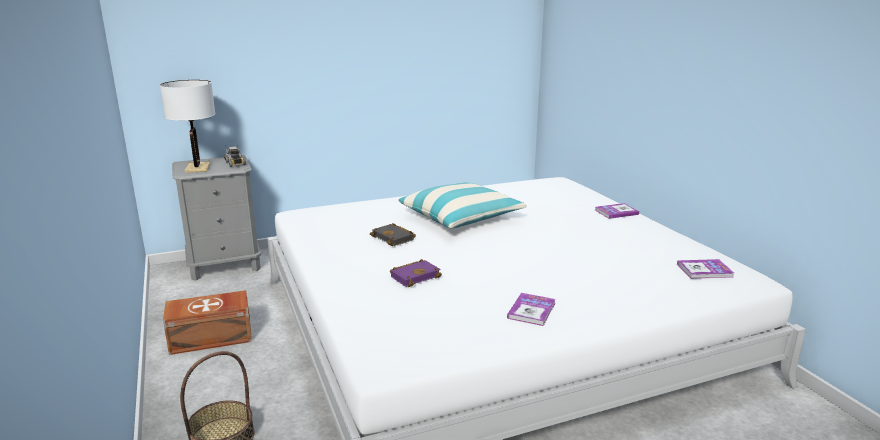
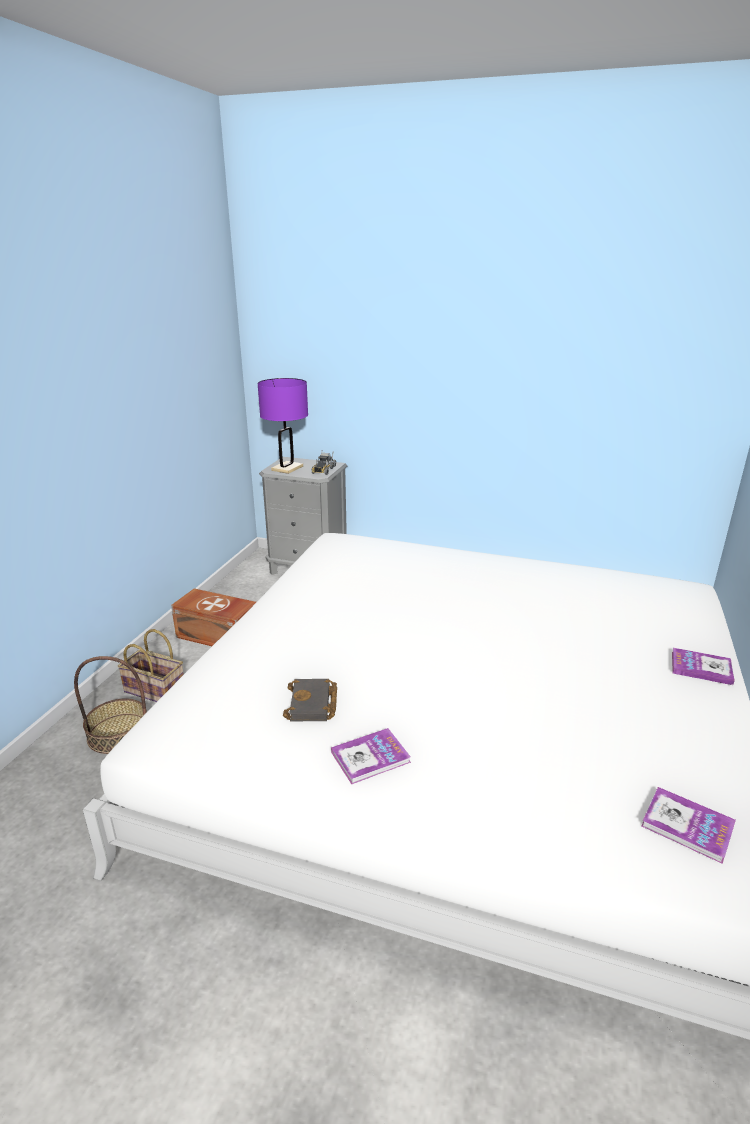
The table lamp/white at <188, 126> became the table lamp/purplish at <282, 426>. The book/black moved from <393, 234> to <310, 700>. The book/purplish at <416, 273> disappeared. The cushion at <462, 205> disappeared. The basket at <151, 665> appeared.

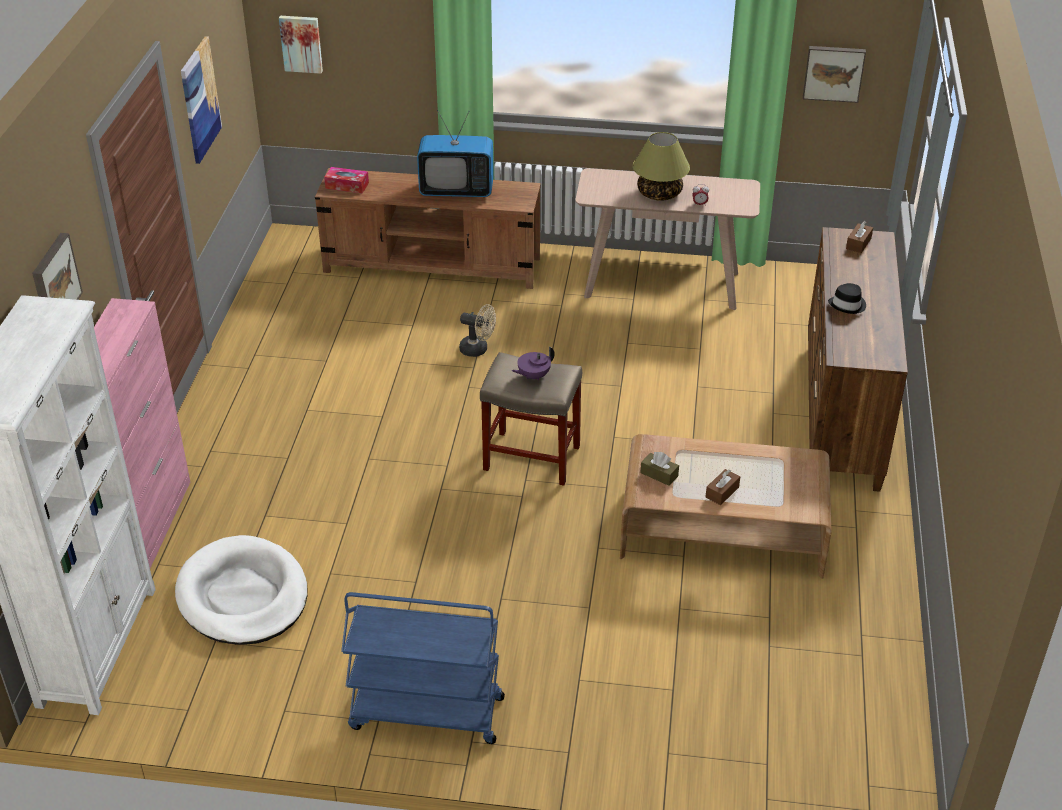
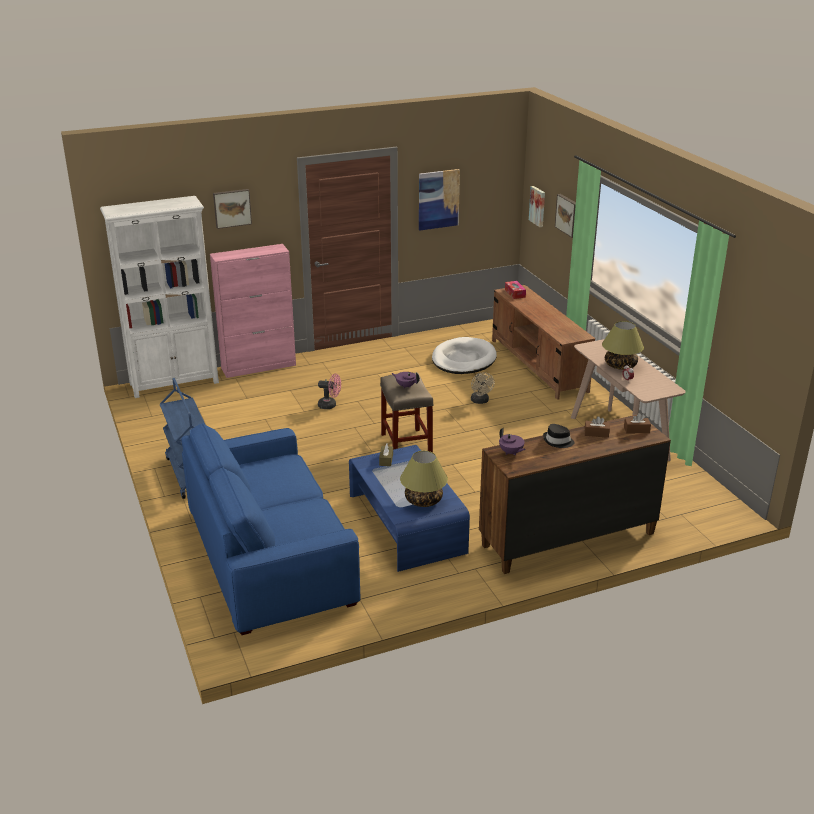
The pet bed/white moved from <241, 590> to <464, 355>. The television at <455, 153> disappeared. The low table/brown at <725, 506> became the low table/blue-coloured at <409, 508>. The tissue holder/brown moved from <723, 487> to <597, 427>. The picture moved from <834, 74> to <565, 216>. The sofa/blue-coloured at <270, 529> appeared. The fan/pink at <329, 391> appeared. The table lamp at <424, 479> appeared. The tea pot/purplish at <512, 442> appeared.

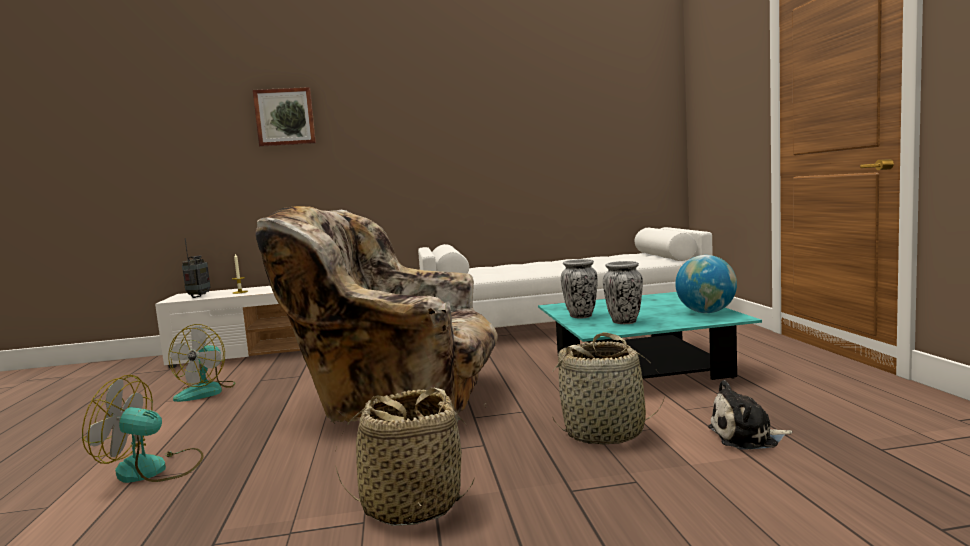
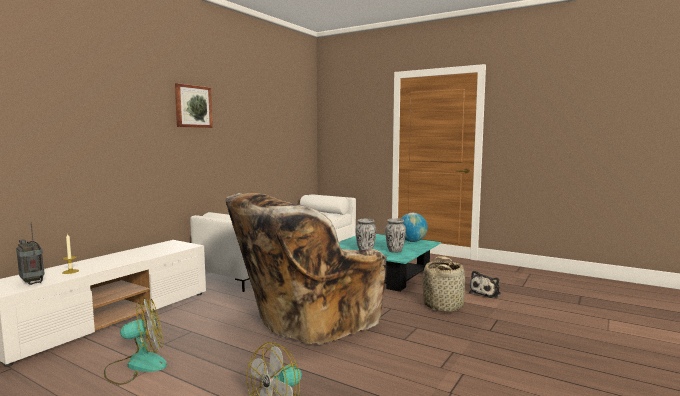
The fan at <202, 363> turned 75 degrees counterclockwise. The picture moved from <284, 117> to <194, 105>. The basket at <404, 457> disappeared.

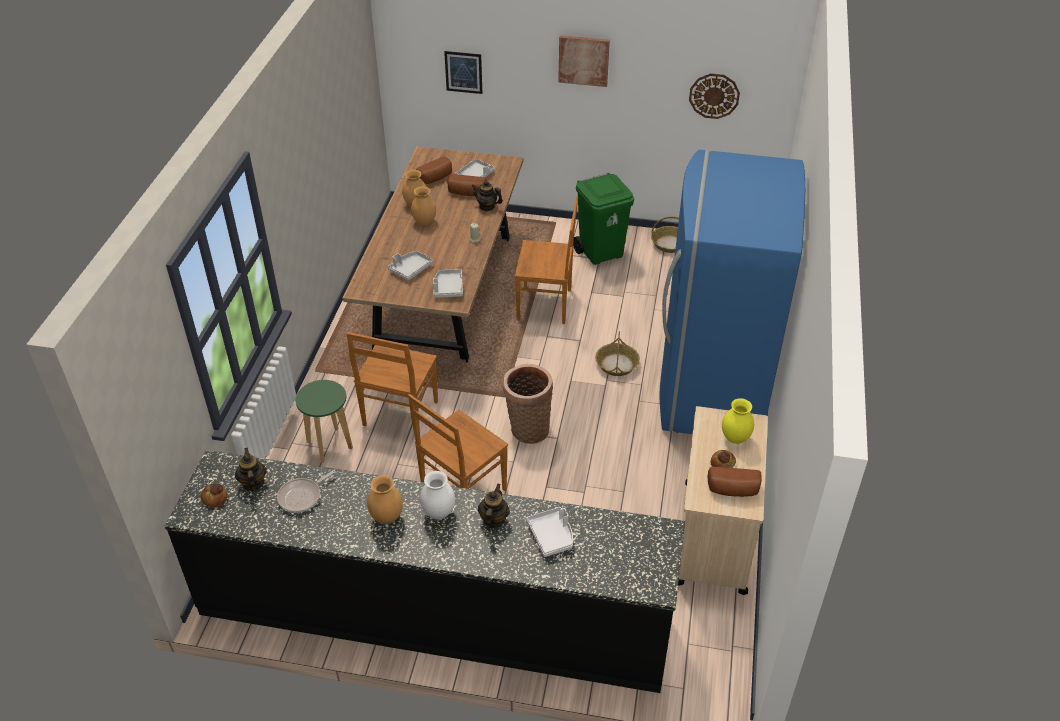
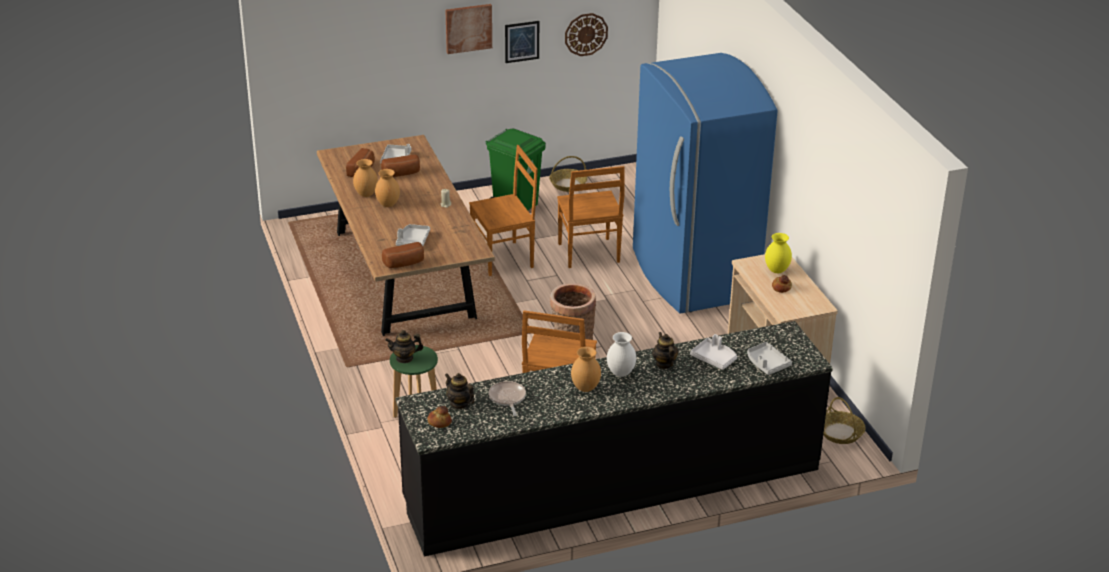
The pan at <306, 491> turned 150 degrees clockwise. The plain chair/brown moved from <392, 383> to <591, 217>. The carrying tray/greyish moved from <448, 283> to <769, 358>. The picture moved from <463, 72> to <522, 42>. The tea pot moved from <487, 196> to <404, 346>. The basket moved from <617, 353> to <844, 420>. The bakery bread moved from <734, 482> to <403, 255>.

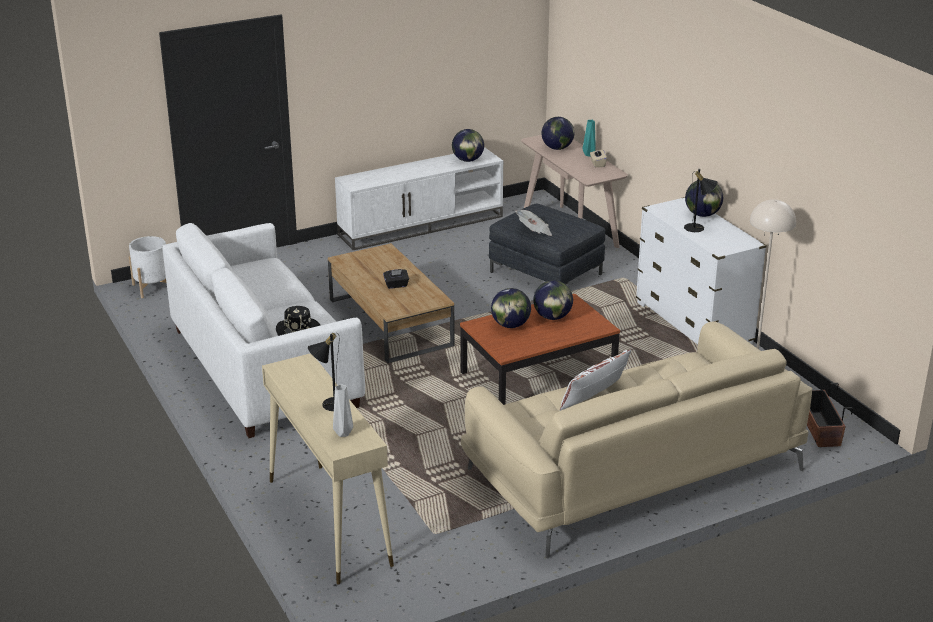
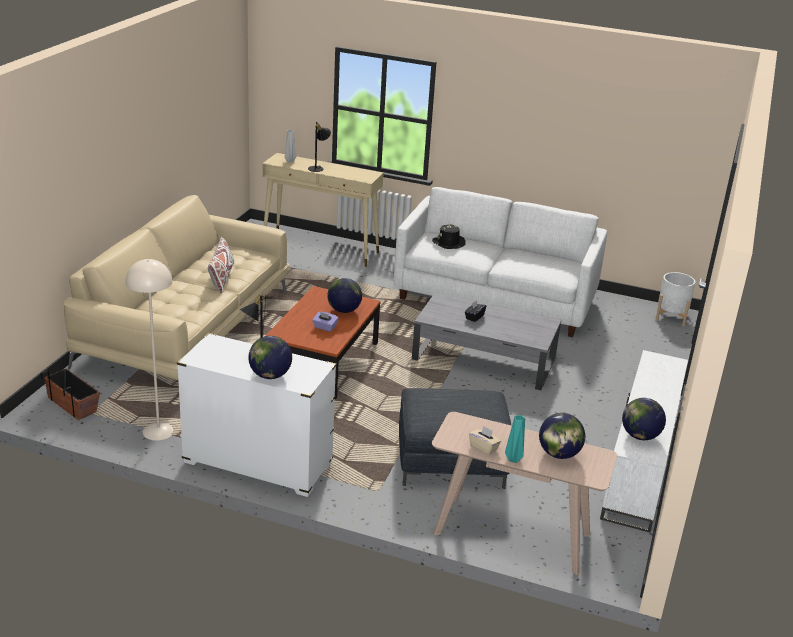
The low table/brown at <391, 303> became the low table/greyish at <486, 341>. The newspaper at <534, 223> disappeared. The desk globe at <553, 300> was replaced by the tissue holder/purplish at <325, 322>.

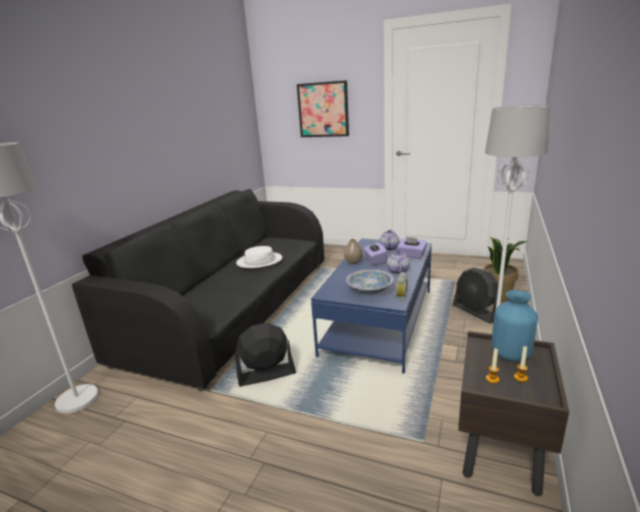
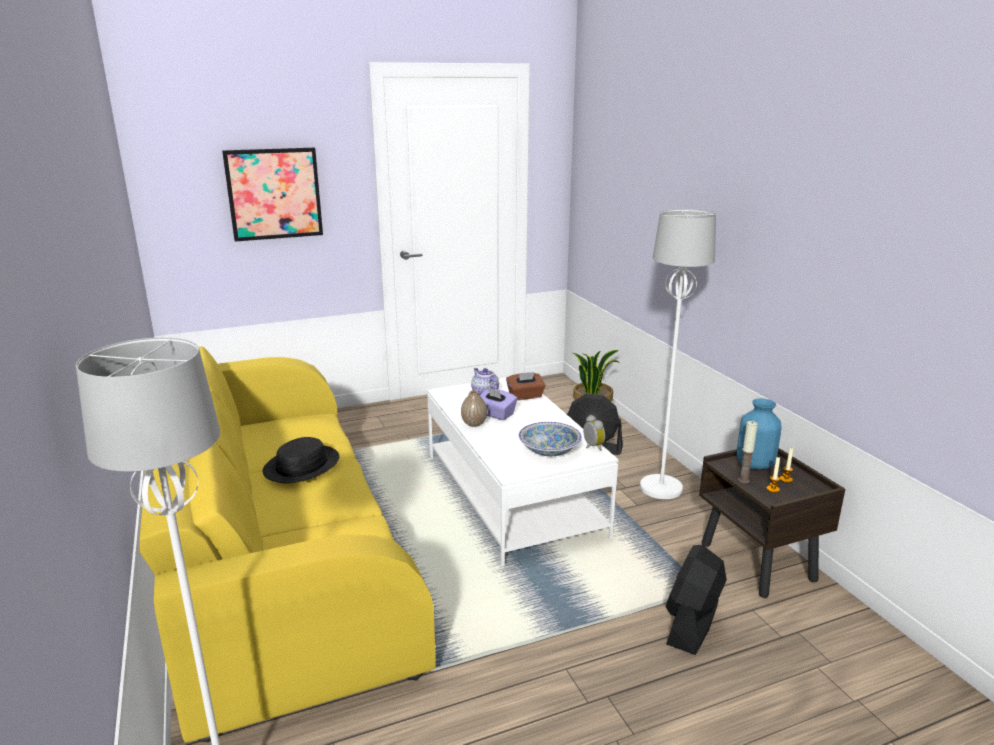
The sofa/black at <198, 290> became the sofa/yellow at <287, 544>. The fan/black moved from <265, 355> to <696, 600>. The wearable hat/white at <259, 257> became the wearable hat/black at <301, 460>. The low table/blue-coloured at <371, 306> became the low table/white at <523, 472>. The tea pot at <398, 262> disappeared. The tissue holder/purplish at <412, 248> became the tissue holder/brown at <525, 386>. The wax candle at <748, 452> appeared.

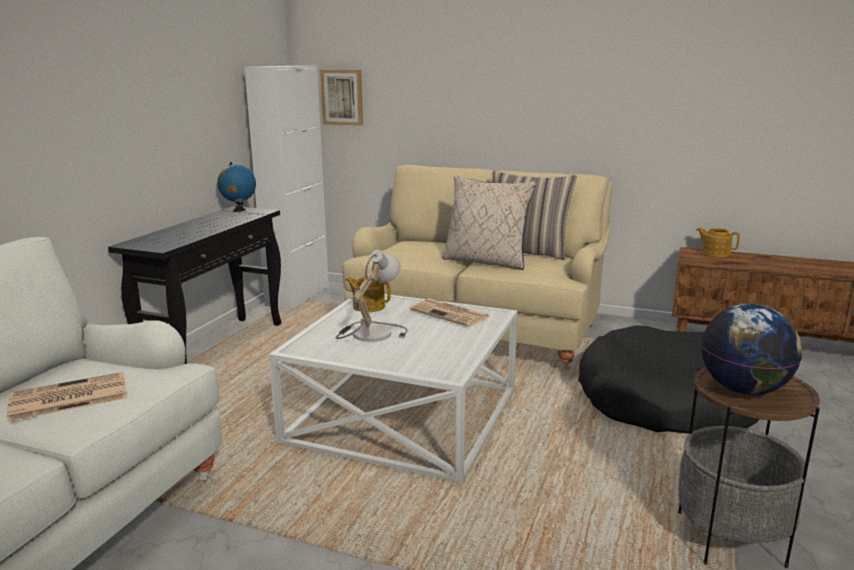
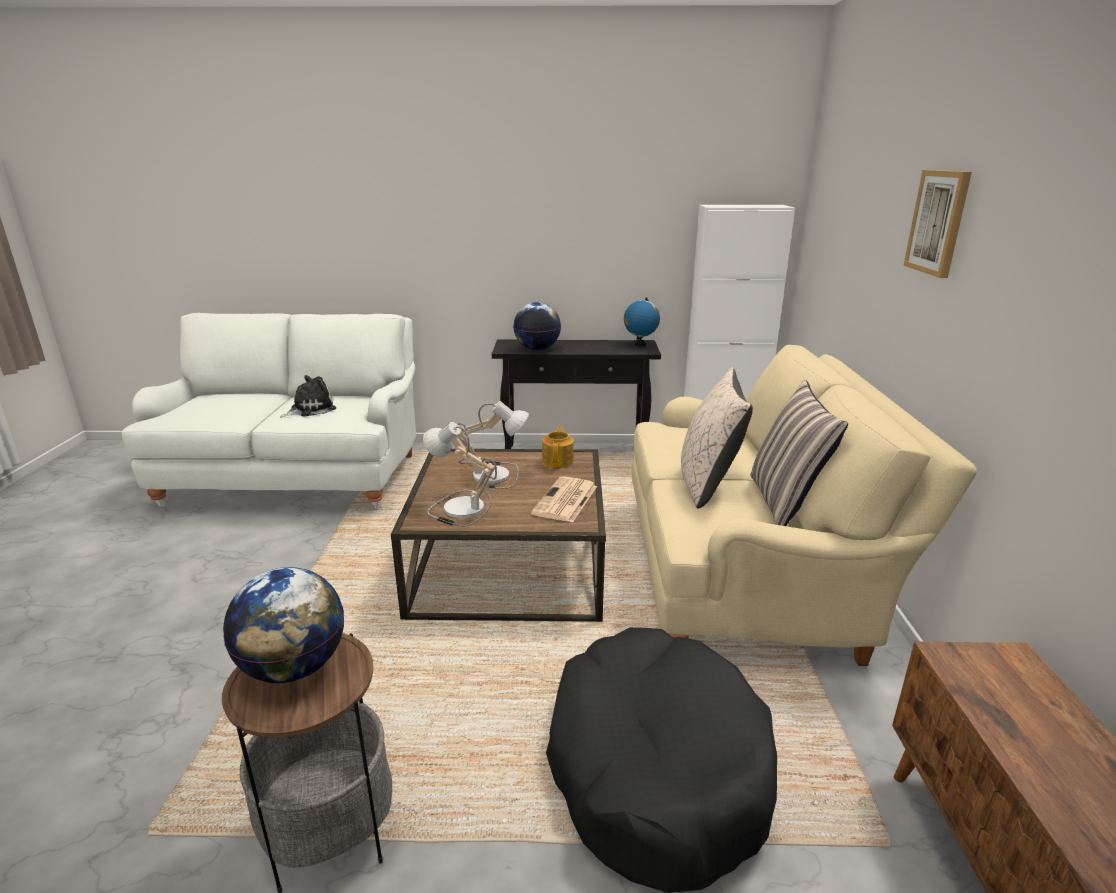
The newspaper at <67, 397> was replaced by the soft toy at <308, 396>. The low table/white at <393, 388> became the low table/brown at <498, 535>. The picture moved from <341, 98> to <937, 224>. The tea pot at <718, 242> disappeared. The table lamp at <460, 474> appeared. The desk globe at <537, 326> appeared.

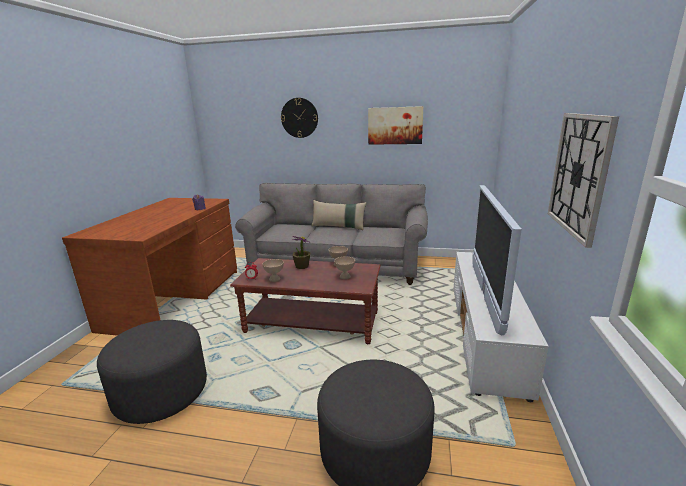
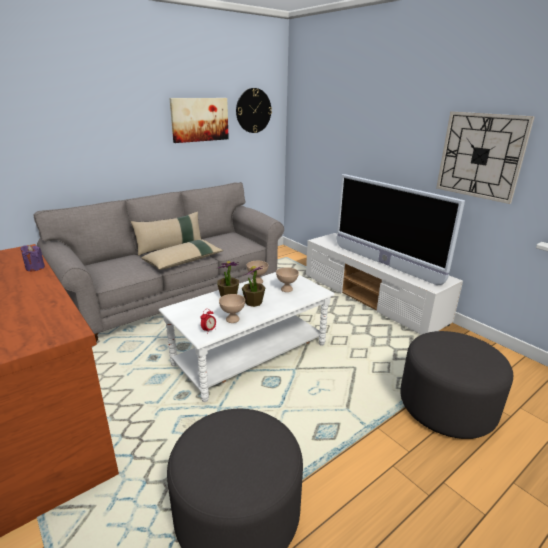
The low table/brown at <305, 301> became the low table/white at <247, 337>. The hanging clock moved from <299, 118> to <254, 110>. The cushion/sand-coloured at <182, 255> appeared. The plant in a pot at <253, 286> appeared.

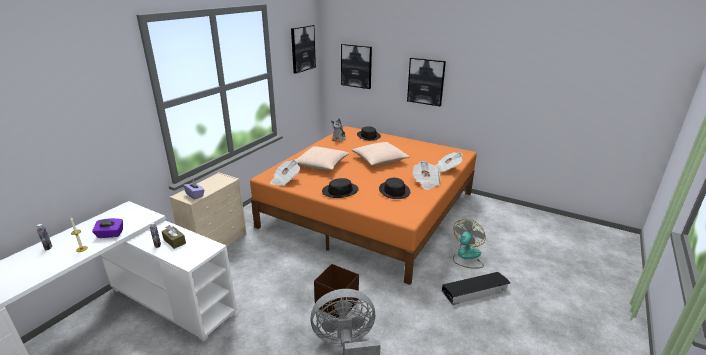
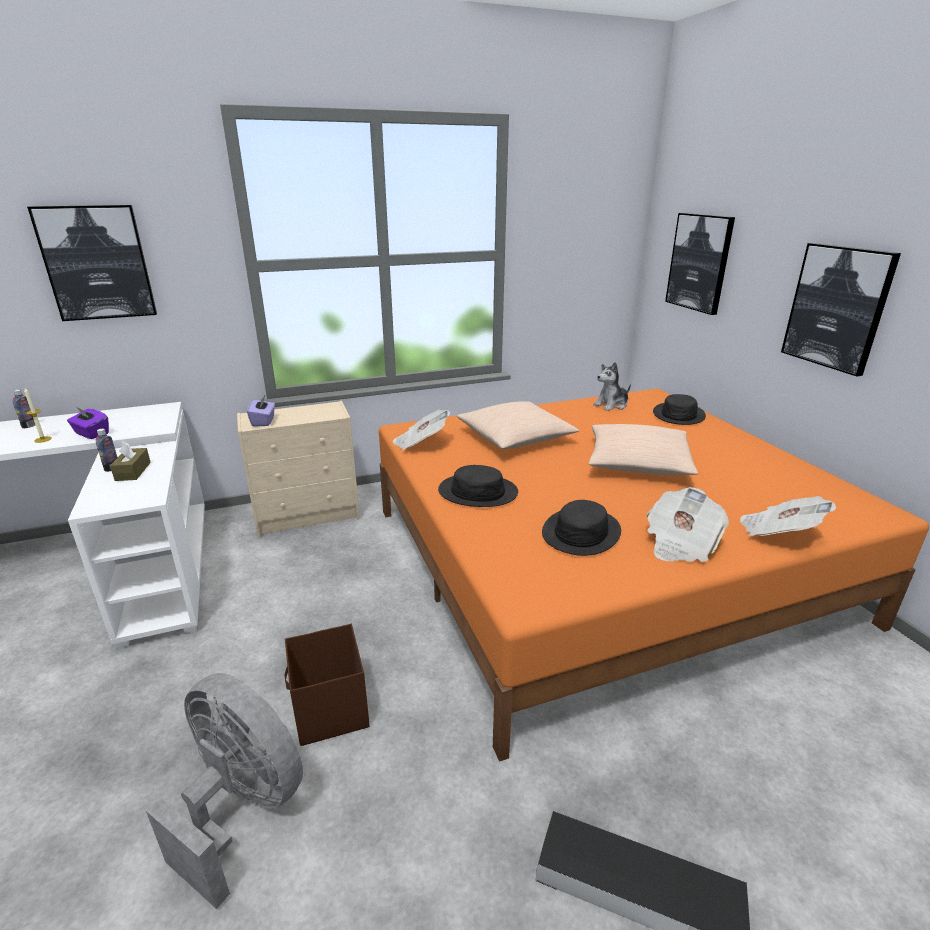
The picture moved from <303, 49> to <92, 263>. The fan at <469, 244> disappeared.

